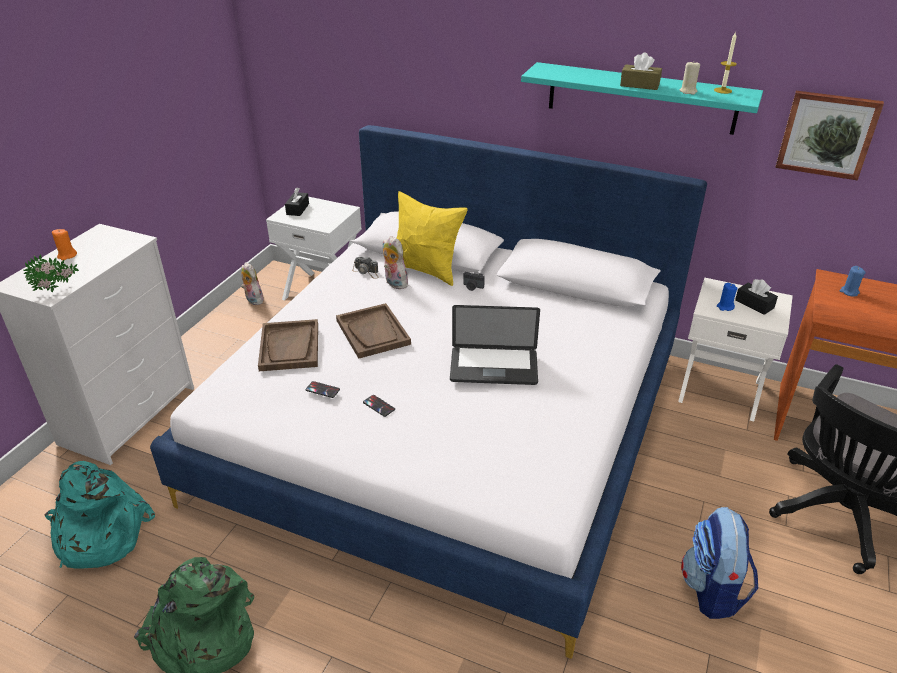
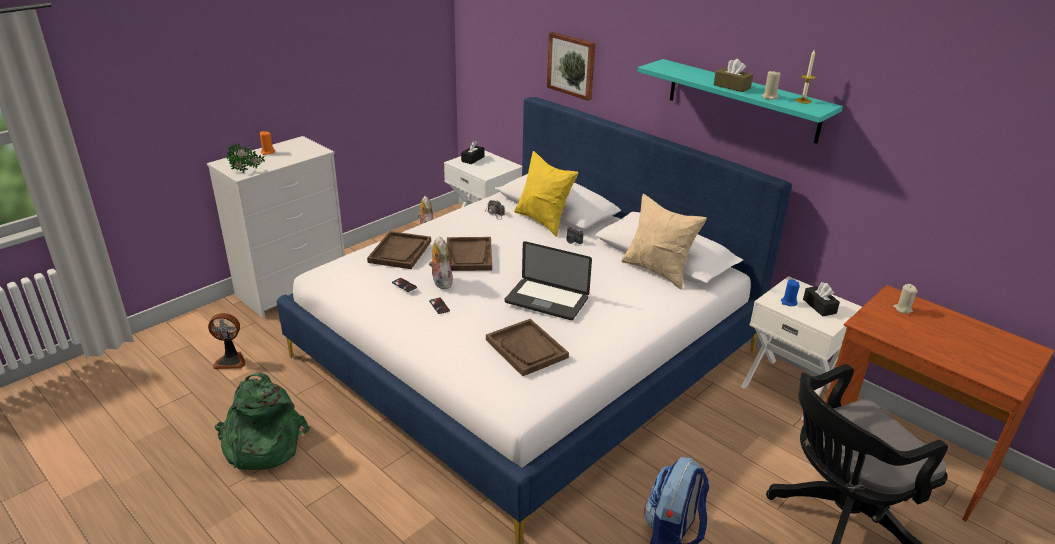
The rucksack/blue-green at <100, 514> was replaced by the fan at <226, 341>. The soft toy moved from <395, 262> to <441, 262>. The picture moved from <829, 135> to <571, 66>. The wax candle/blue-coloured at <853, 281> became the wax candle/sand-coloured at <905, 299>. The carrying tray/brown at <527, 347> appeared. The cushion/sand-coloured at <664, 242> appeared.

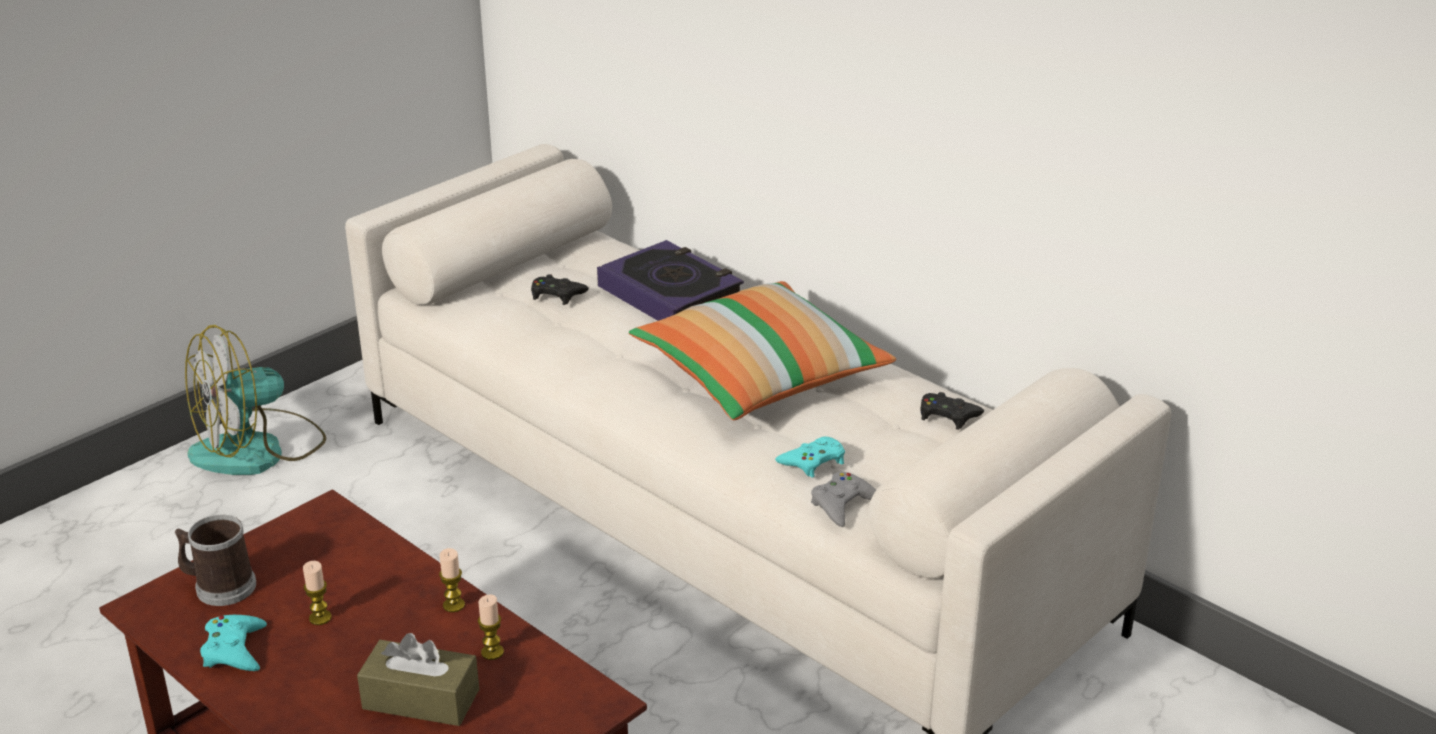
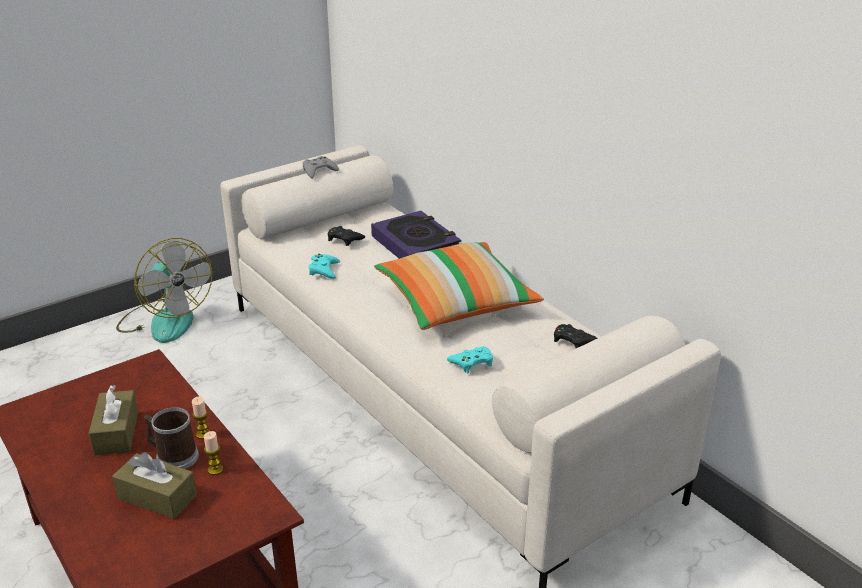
The mug moved from <215, 560> to <171, 438>. The fan at <256, 400> turned 105 degrees counterclockwise. The gamepad/blue-green moved from <233, 643> to <324, 266>. The wax candle at <317, 593> was replaced by the tissue holder/brown at <113, 420>. The gamepad/greyish moved from <843, 499> to <320, 167>.

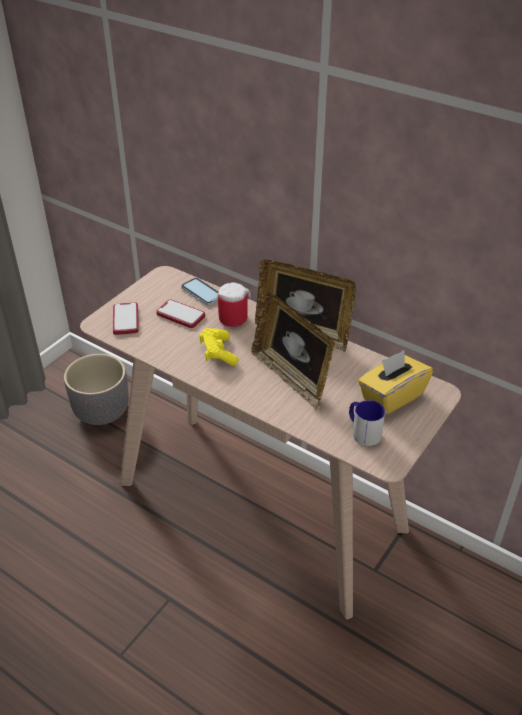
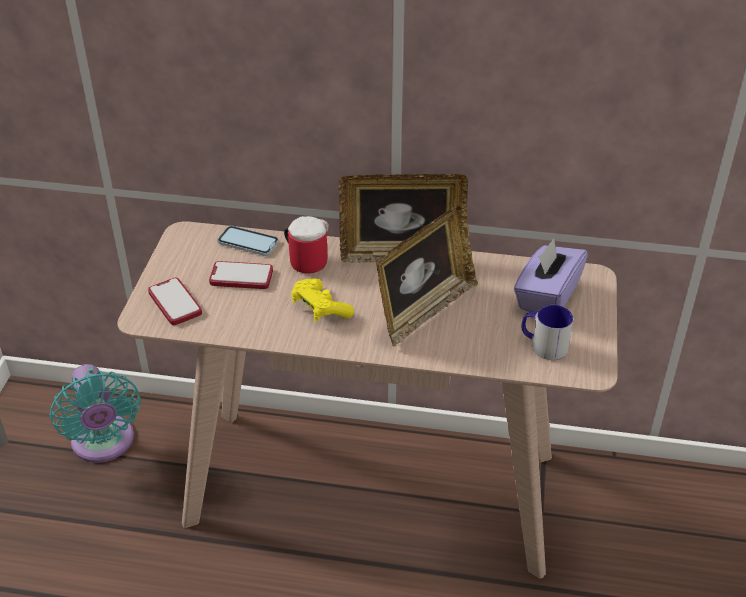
The flower pot/greyish at <96, 389> was replaced by the fan/blue-green at <95, 413>. The photo frame at <293, 350> turned 75 degrees counterclockwise. The tissue holder/yellow at <395, 382> became the tissue holder/purplish at <551, 275>.

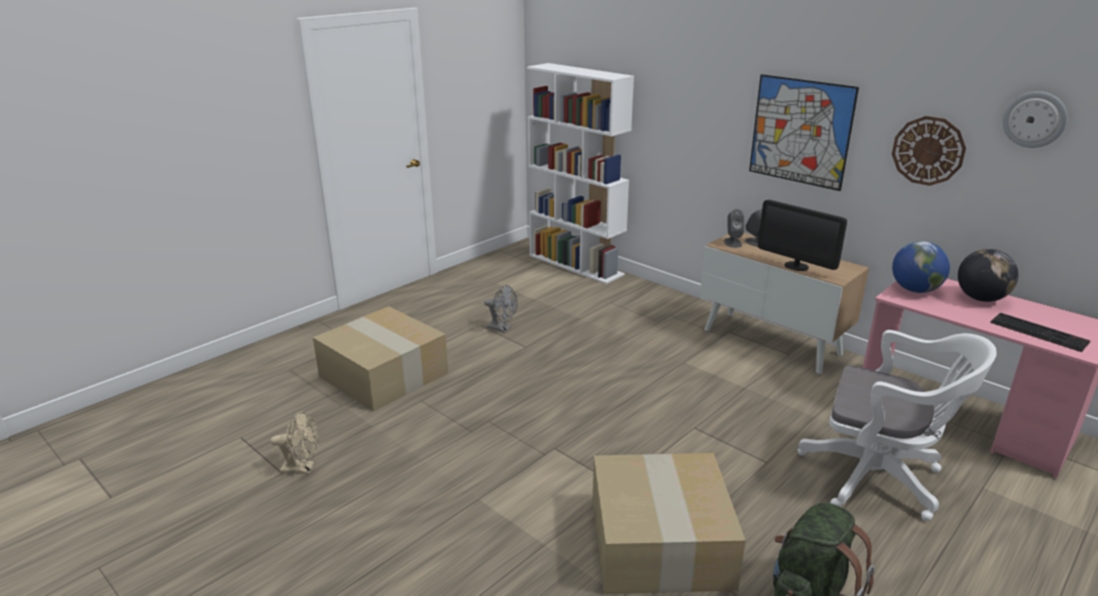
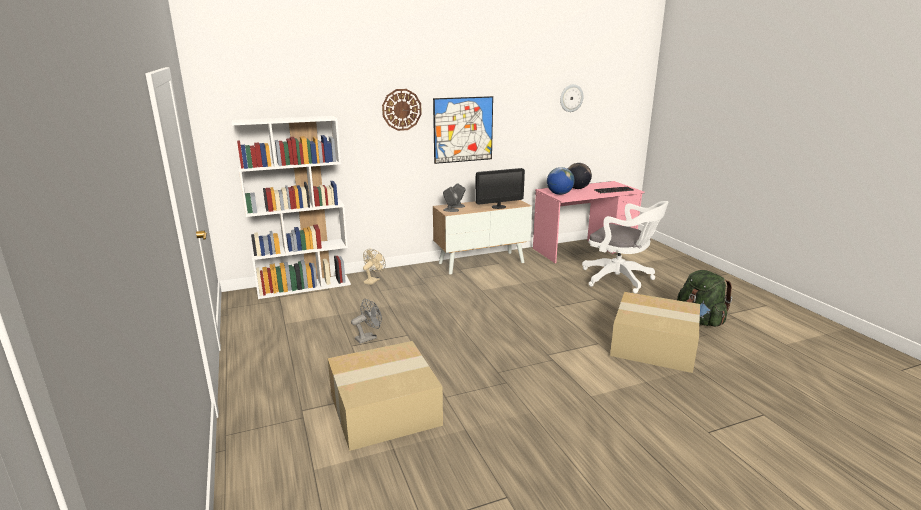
The fan/sand-coloured moved from <294, 442> to <374, 267>. The desk chair/white at <897, 425> turned 75 degrees clockwise. The hanging clock moved from <929, 151> to <402, 110>.

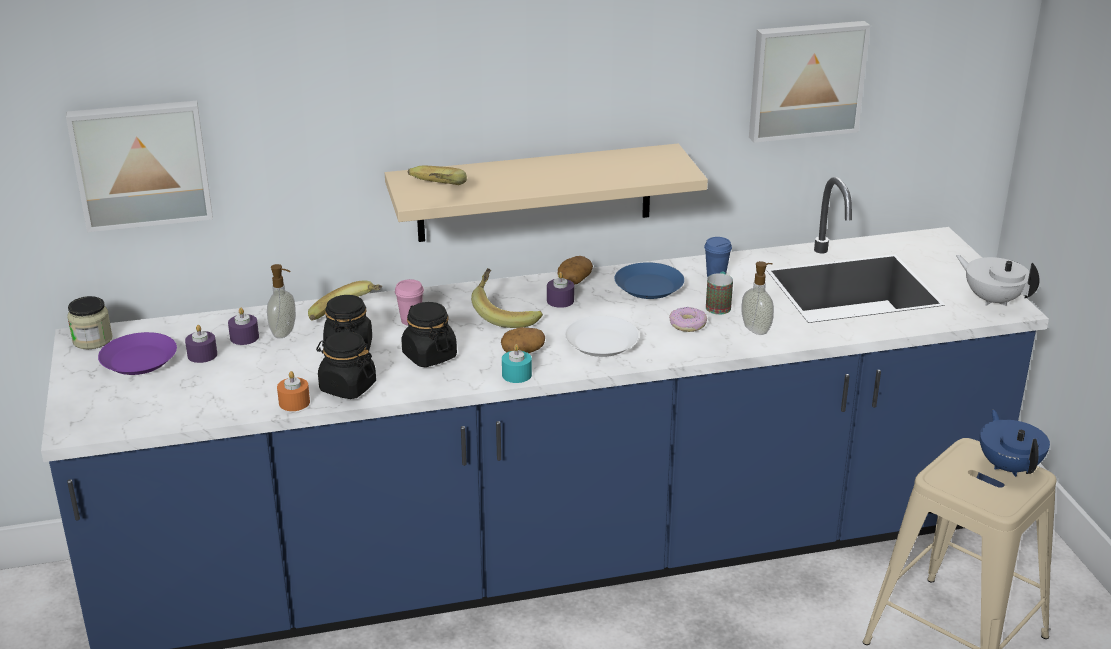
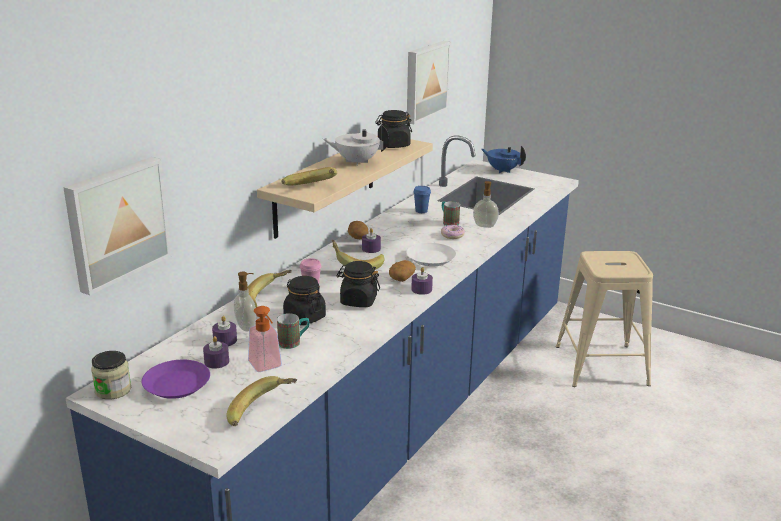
The wax candle/orange-coloured at <293, 391> disappeared. The jar/black moved from <346, 365> to <393, 129>. The wax candle/blue-green at <517, 363> became the wax candle/purplish at <422, 281>. The flat dish/blue-coloured at <649, 280> disappeared. The tea pot/white moved from <997, 280> to <356, 145>. The tea pot/blue-coloured moved from <1015, 443> to <503, 159>. The banana fruit at <261, 401> appeared. The soap dispenser at <265, 339> appeared. The mug at <293, 331> appeared.

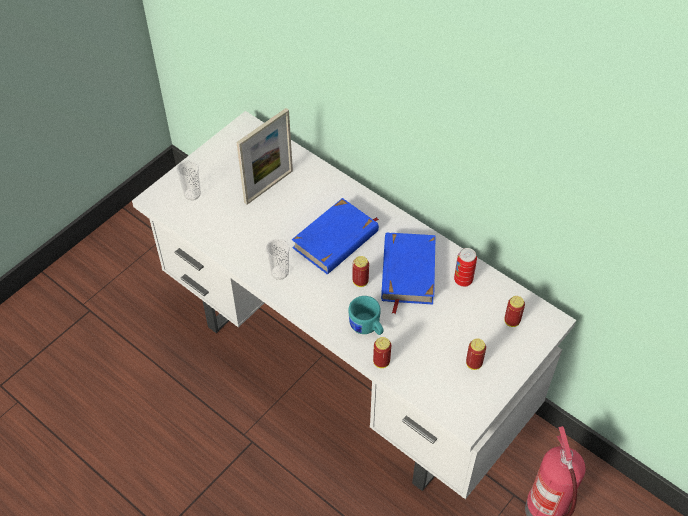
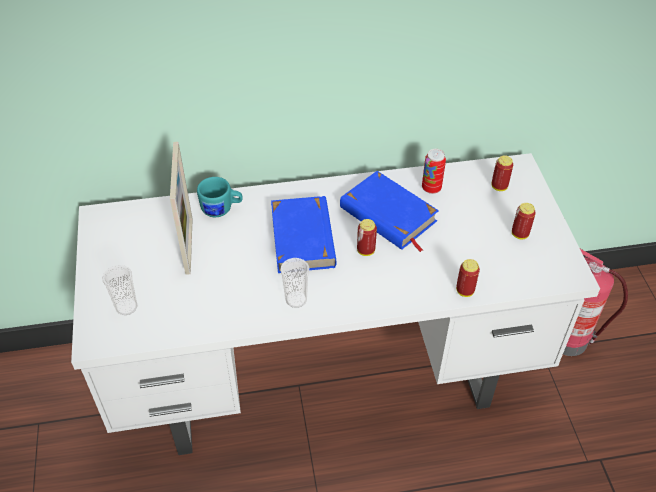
The mug/blue-green moved from <366, 315> to <220, 197>.

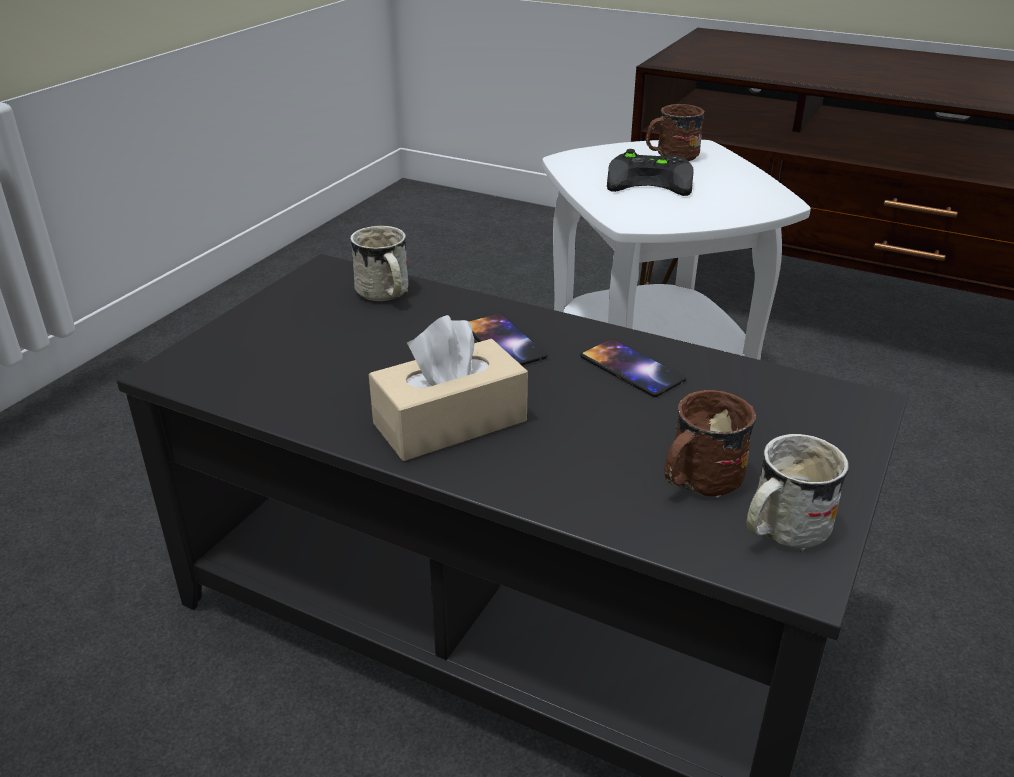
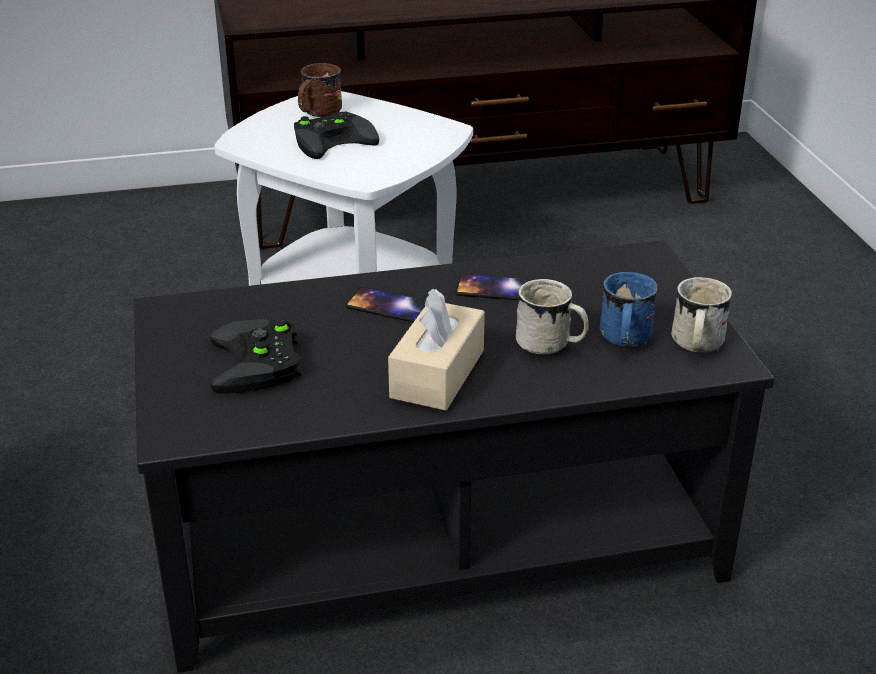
The mug/white moved from <379, 263> to <552, 317>. The mug/brown at <710, 444> became the mug/blue-coloured at <628, 309>. The gamepad/black at <255, 356> appeared.

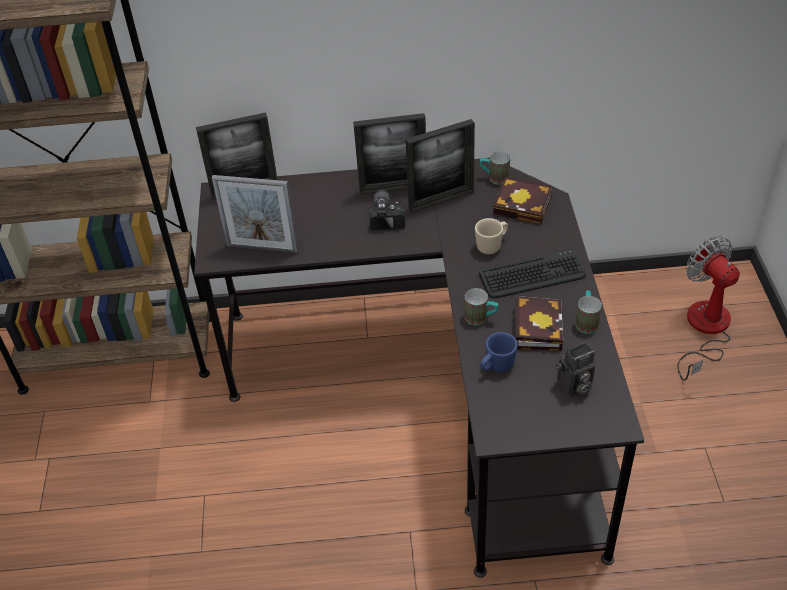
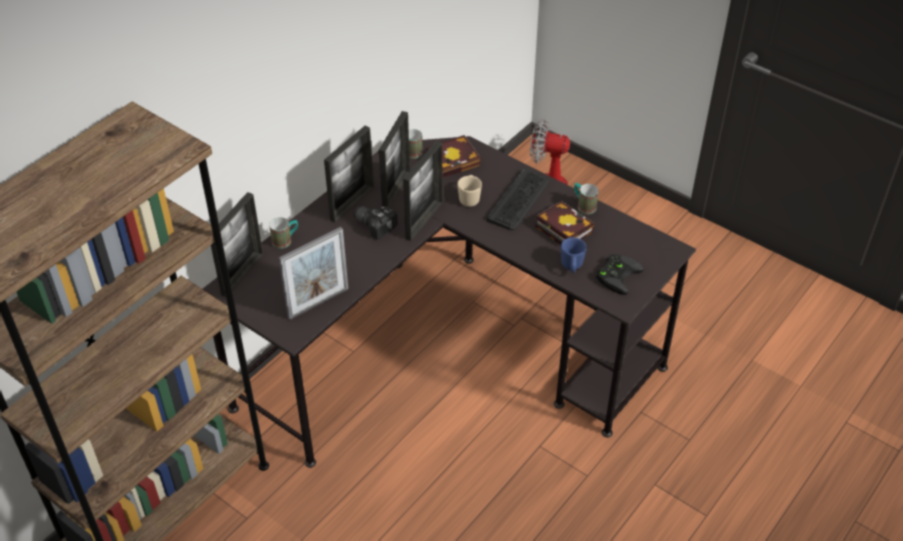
The mug moved from <481, 306> to <283, 233>. The still camera at <575, 370> disappeared. The photo frame at <423, 191> appeared. The gamepad/black at <620, 274> appeared.

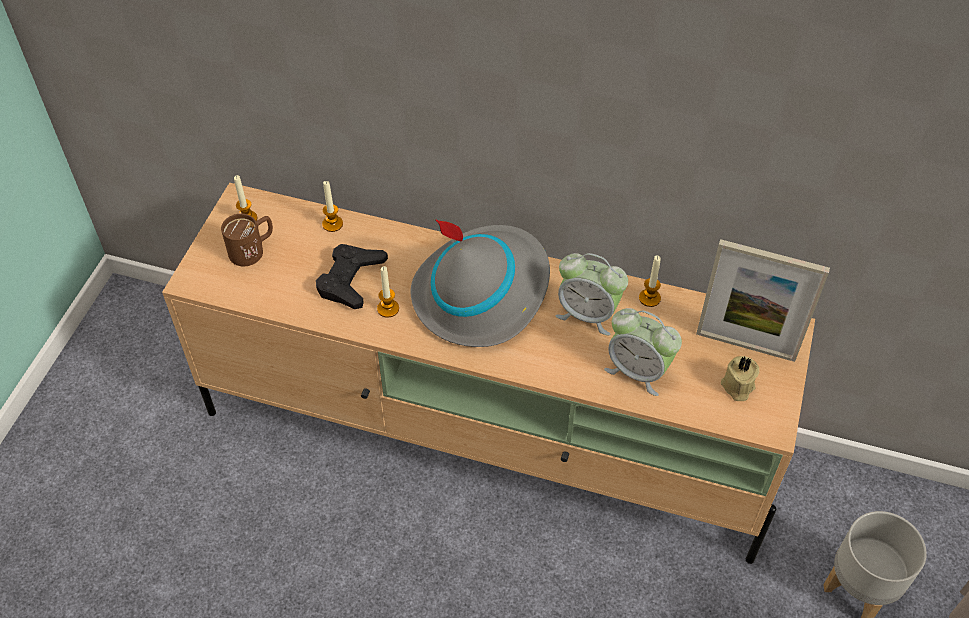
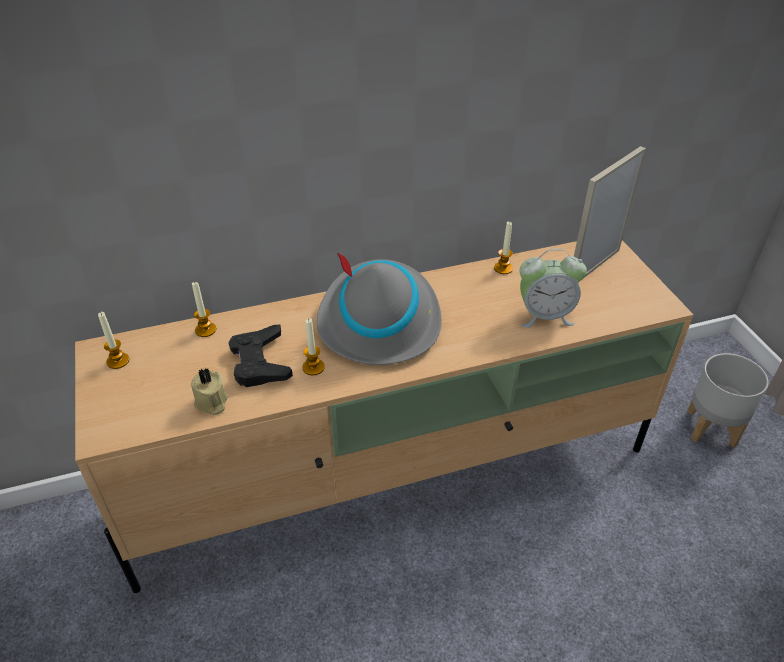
The mug/brown at <247, 240> disappeared. The table clock at <592, 294> disappeared. The photo frame at <763, 300> turned 150 degrees clockwise. The wax candle/sand-coloured moved from <740, 378> to <209, 392>.

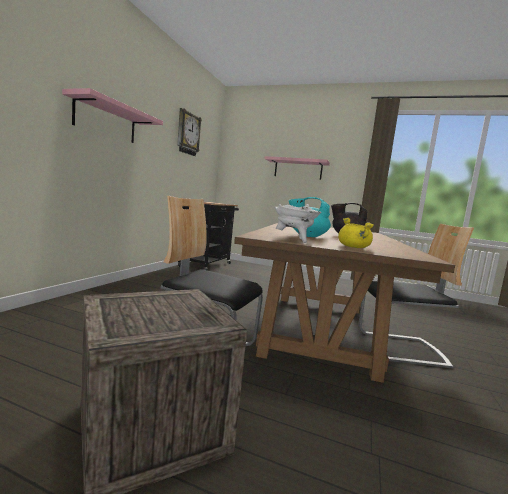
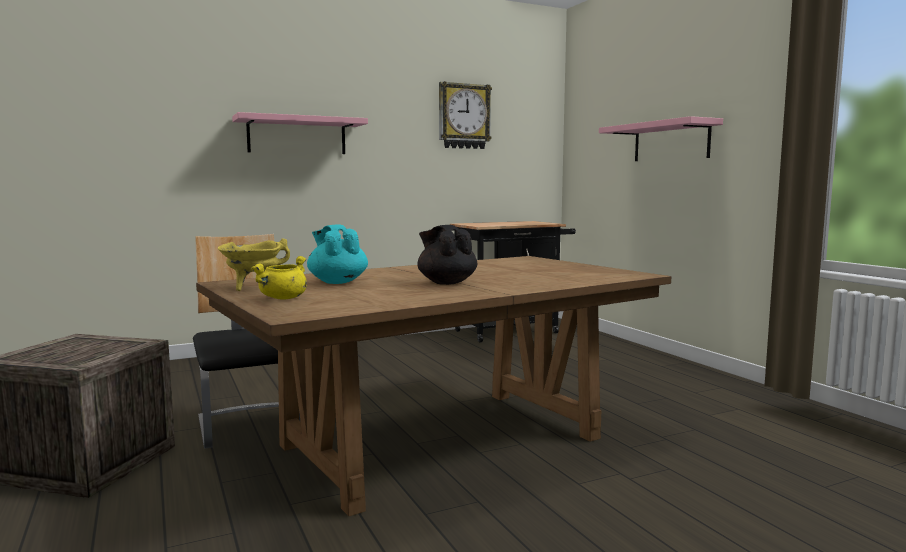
The cooking pot/white at <298, 223> became the cooking pot/yellow at <254, 264>. The plain chair at <416, 296> disappeared.

